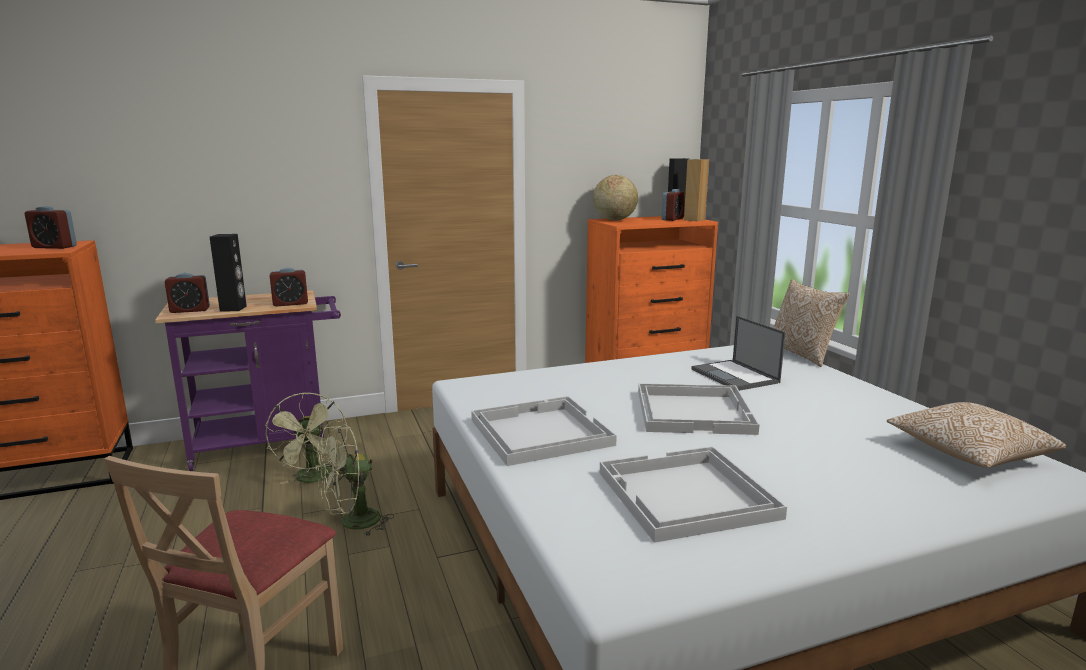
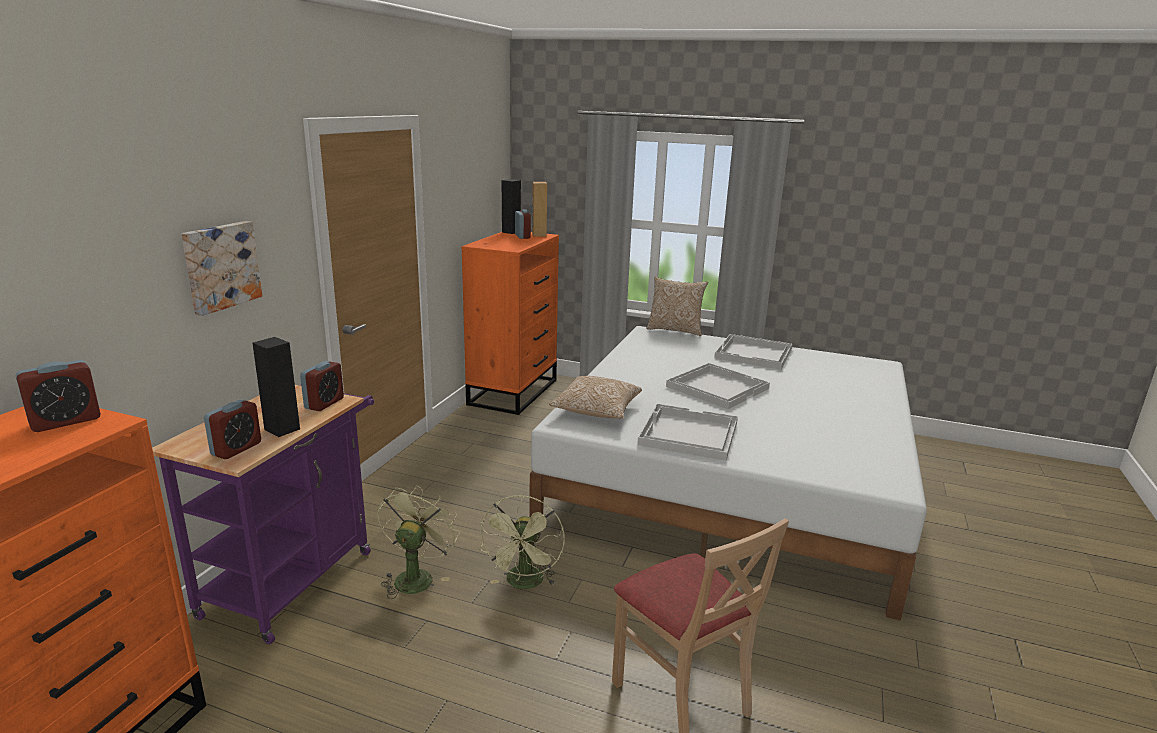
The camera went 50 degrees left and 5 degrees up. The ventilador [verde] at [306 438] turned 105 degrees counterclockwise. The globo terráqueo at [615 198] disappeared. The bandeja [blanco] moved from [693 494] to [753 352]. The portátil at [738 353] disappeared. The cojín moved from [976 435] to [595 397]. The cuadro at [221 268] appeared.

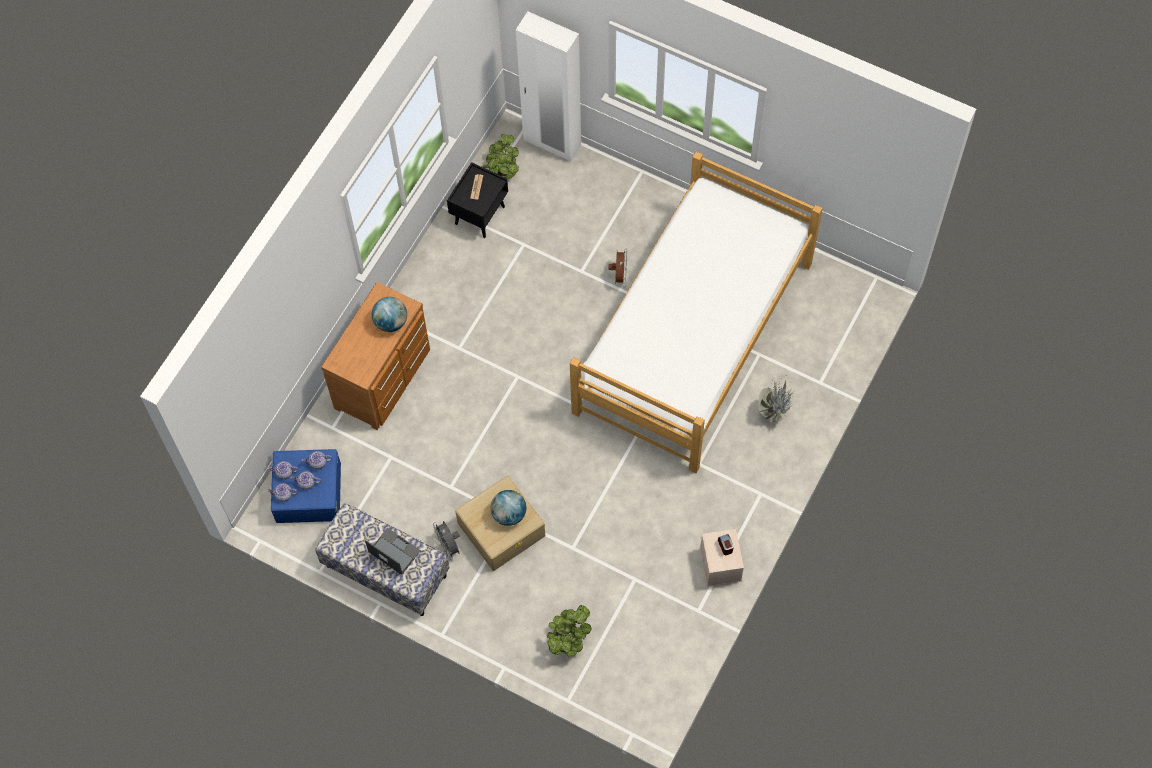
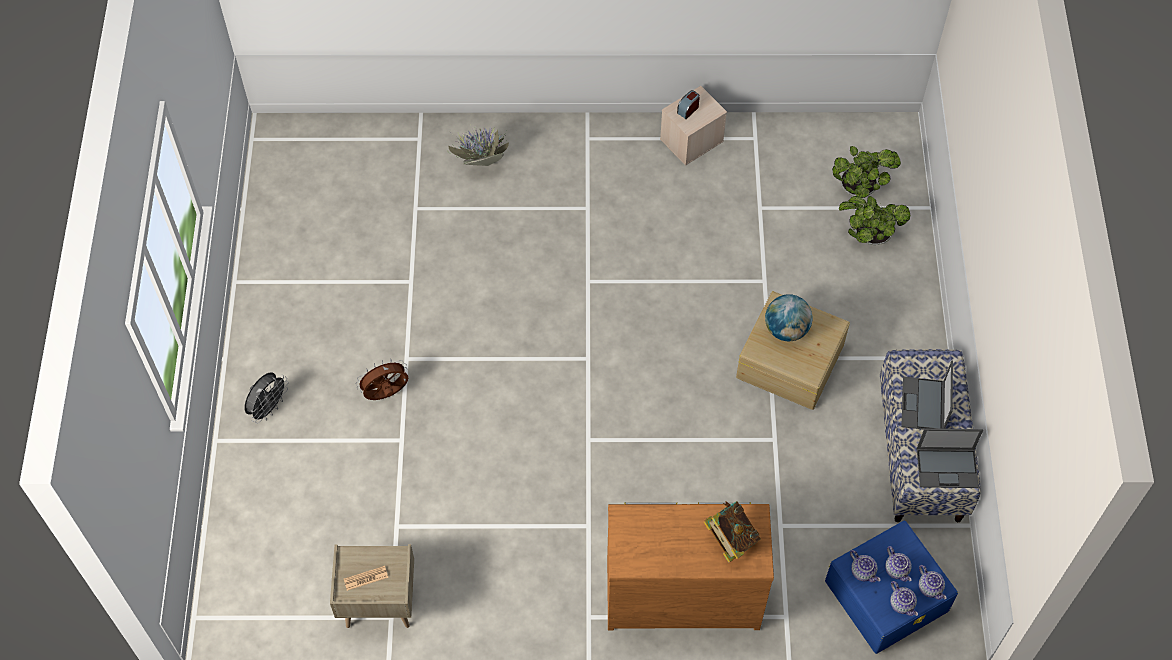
The camera went 120 degrees left and 5 degrees down. The globo terráqueo at [389 314] disappeared. The ventilador [gris] moved from [446 540] to [266 398]. The mesita de noche [negro] at [477 200] became the mesita de noche [beis] at [372 586]. The planta en maceta moved from [501 156] to [866 172]. The armario ropero [blanco] at [548 86] disappeared. The cama at [696 313] disappeared. The libro at [732 532] appeared. The portátil at [950 458] appeared.

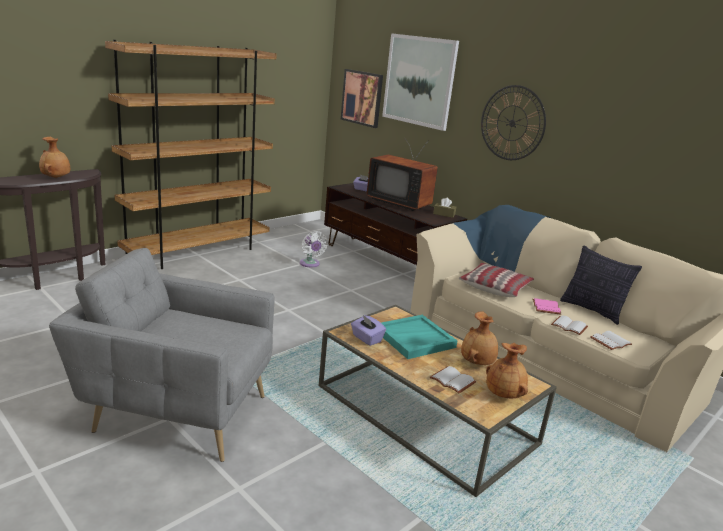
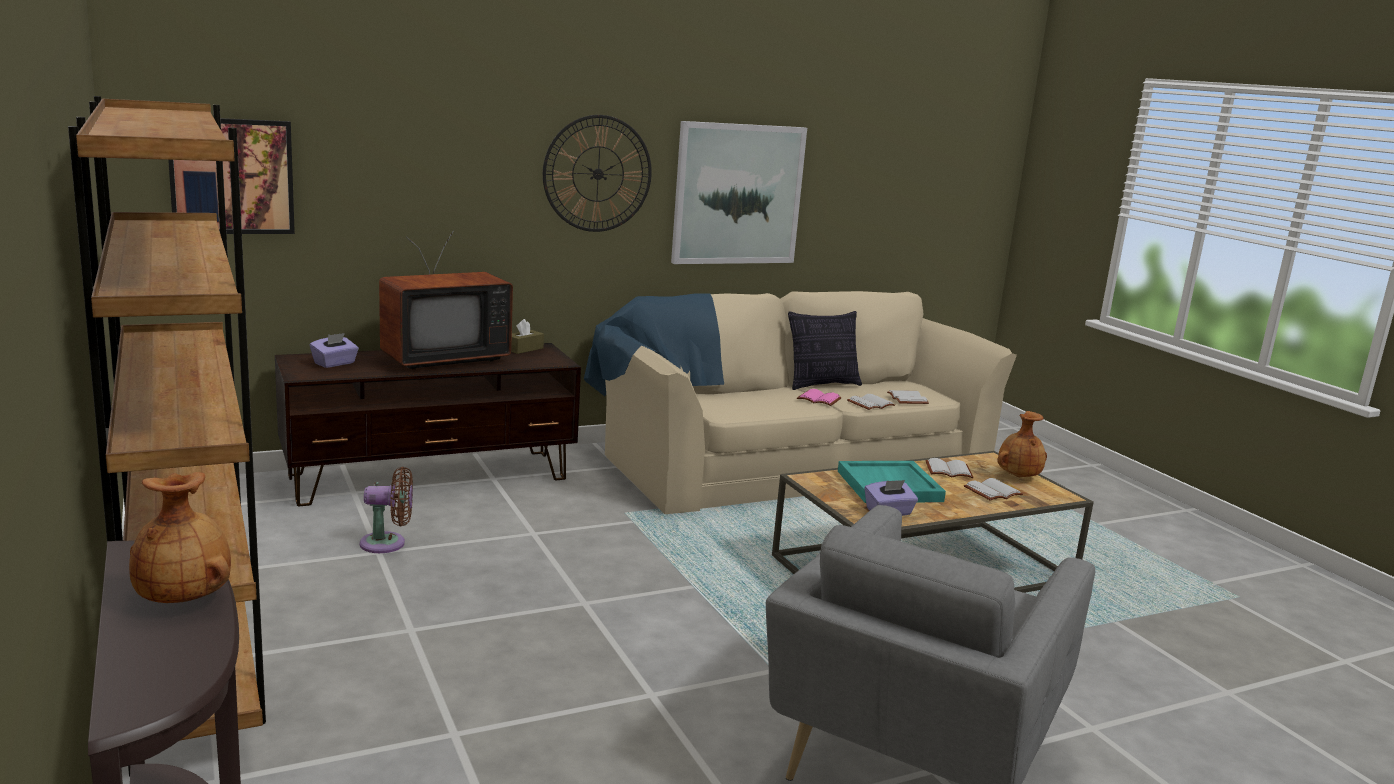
The camera went 70 degrees left and 5 degrees down. The ventilador [blanco] at [314 249] became the ventilador [marrón] at [386 510]. The cuadro moved from [420 82] to [739 192]. The cojín at [496 280] disappeared. The florero [marrón] at [479 338] was replaced by the libro [blanco] at [949 468].

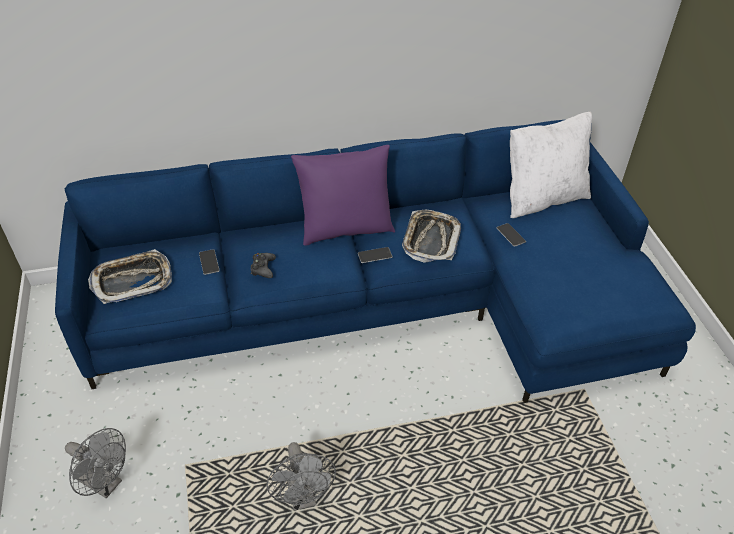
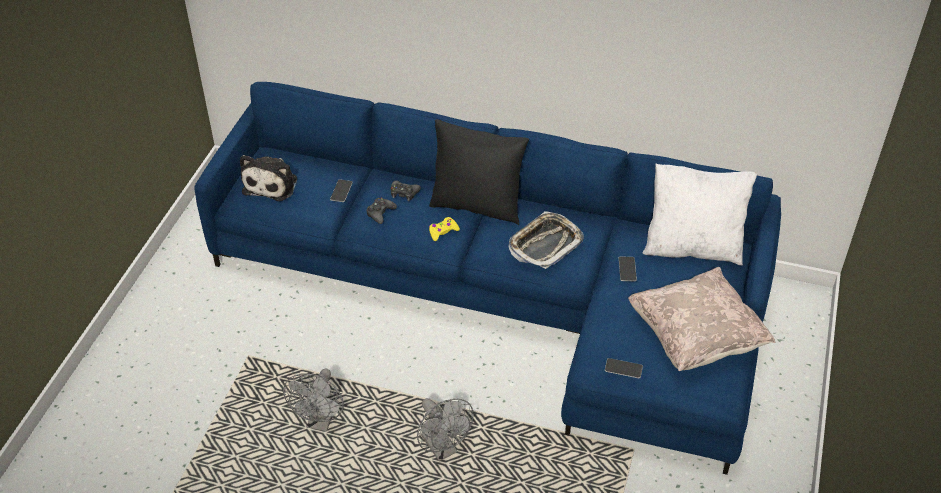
The camera went 30 degrees right and 0 degrees up. The ventilador [gris] moved from [95 463] to [445 429]. The bandeja at [130 276] was replaced by the peluche at [268 178]. The cojín [morado] at [343 195] became the cojín [negro] at [479 172]. The móvil moved from [375 255] to [624 368]. The mando de consola [negro] at [406 190] appeared. The mando de consola [amarillo] at [444 229] appeared. The cojín [beis] at [701 319] appeared.

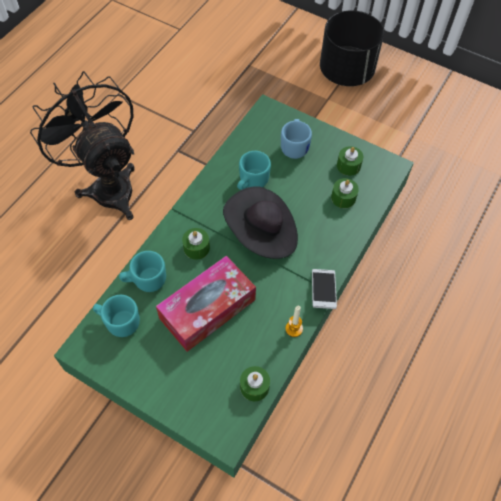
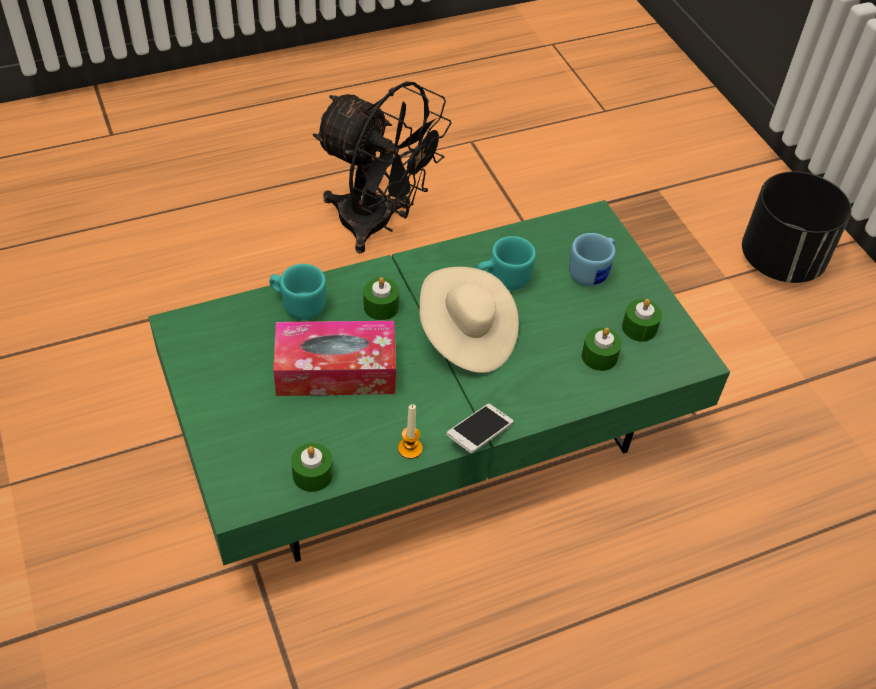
The camera went 35 degrees right and 10 degrees down. The ventilador [negro] at [82 145] turned 120 degrees clockwise. The taza grande [turquesa] at [116 316] disappeared. The sombrero [negro] at [260 222] became the sombrero [beis] at [469 320].

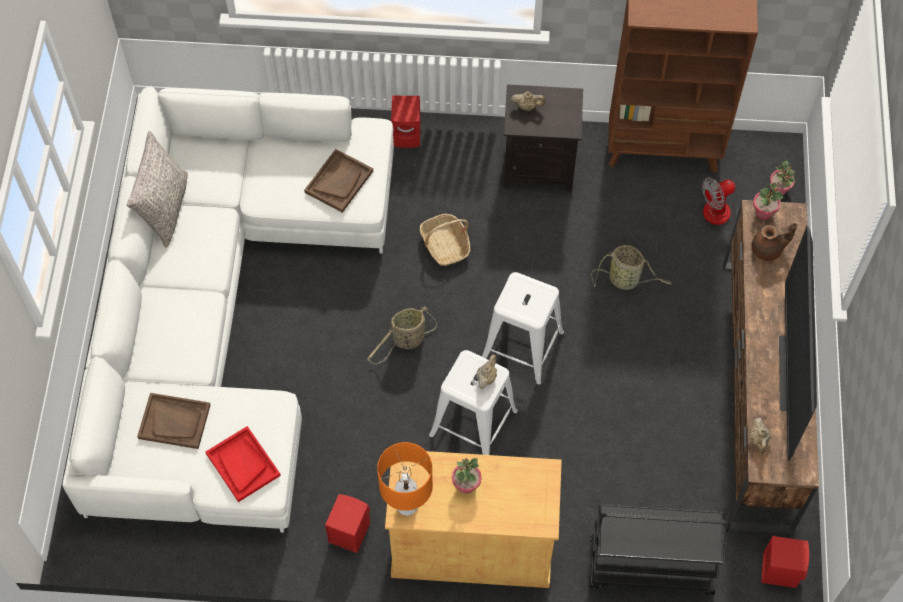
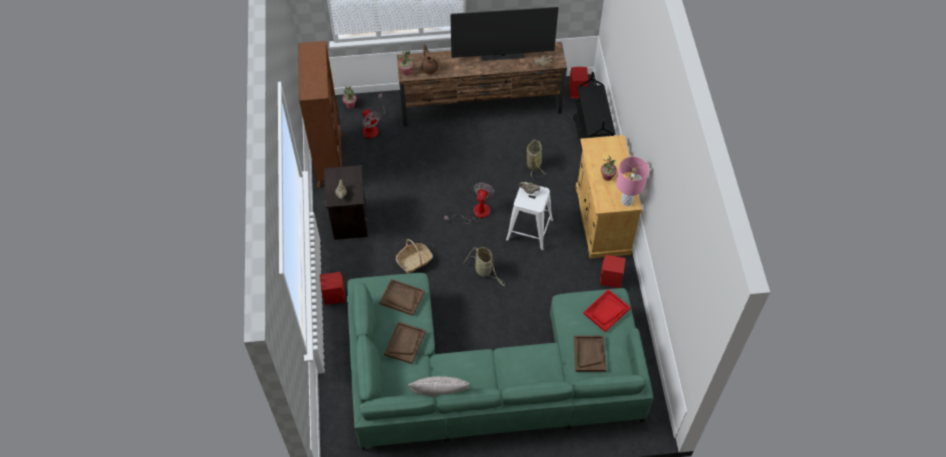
The camera went 100 degrees left and 5 degrees down. The sofá [blanco] at [228 309] became the sofá [verde] at [500 361]. The lámpara de mesa [naranja] at [405 479] became the lámpara de mesa [rosa] at [632 181]. The taburete [blanco] at [523 328] was replaced by the ventilador at [469 203]. The cesta moved from [631 267] to [536 158]. The bandeja [marrón] at [405 343] appeared.

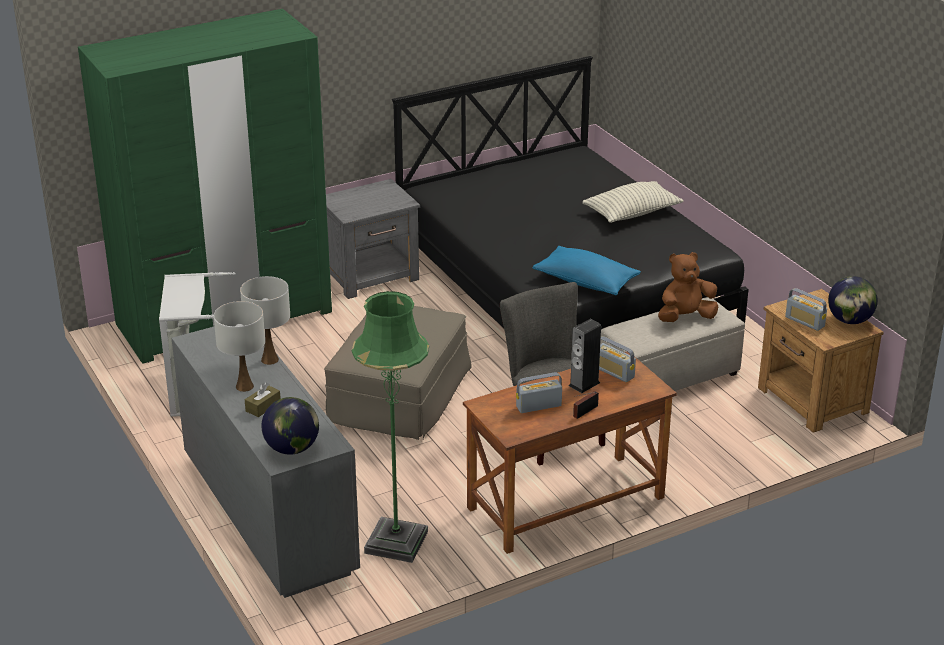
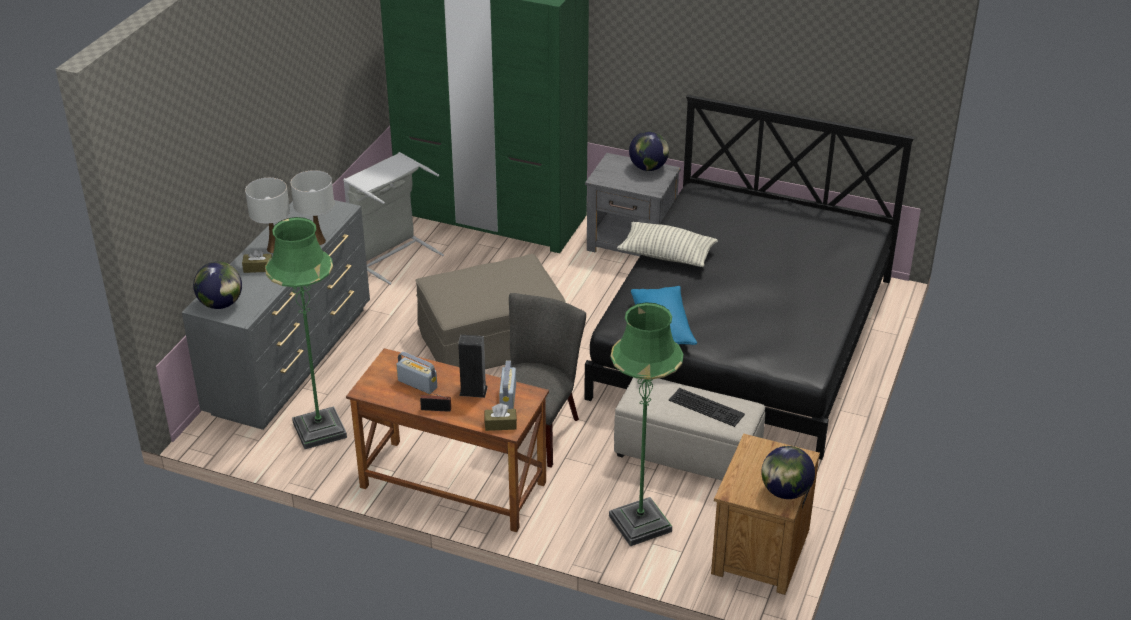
The camera went 50 degrees right and 5 degrees up. The cojín moved from [633 202] to [667 244]. The peluche [marrón] at [688 287] was replaced by the teclado at [707 407]. The radio at [806 309] disappeared. The caja de pañuelos [marrón] at [500 417] appeared. The lámpara de pie [verde] at [646 424] appeared. The globo terráqueo at [649 151] appeared.

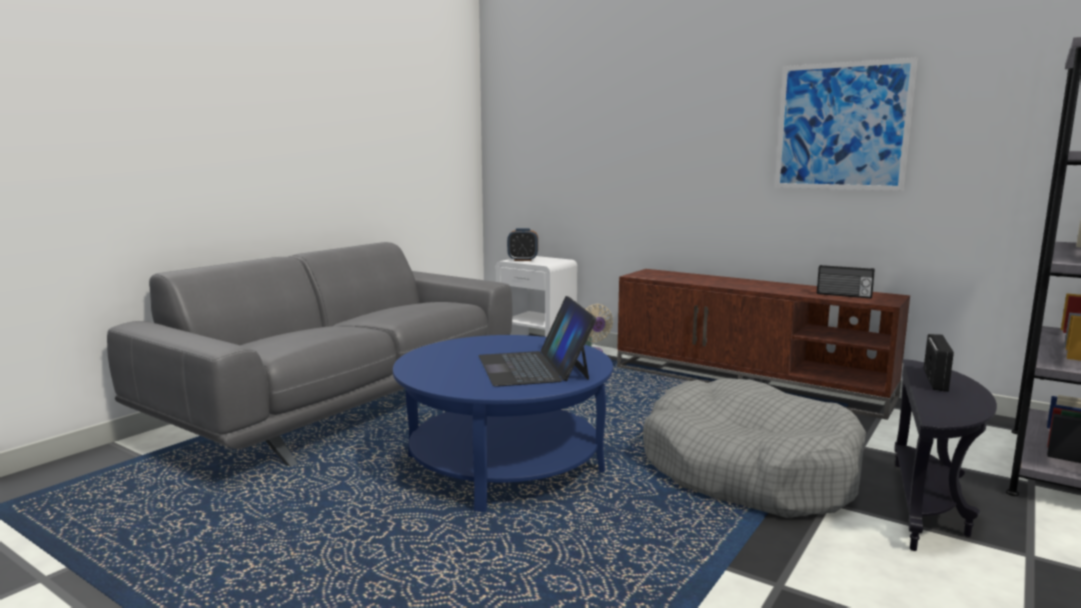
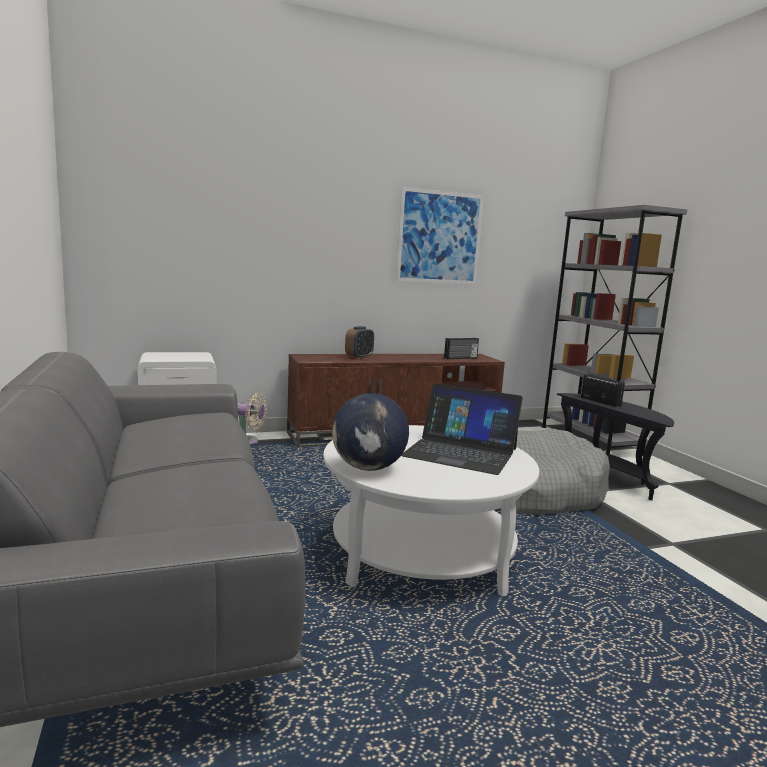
The camera went 55 degrees left and 0 degrees up. The mesa de centro [azul] at [503 423] became the mesa de centro [blanco] at [431 510]. The despertador moved from [522 244] to [359 342]. The globo terráqueo at [370 432] appeared.

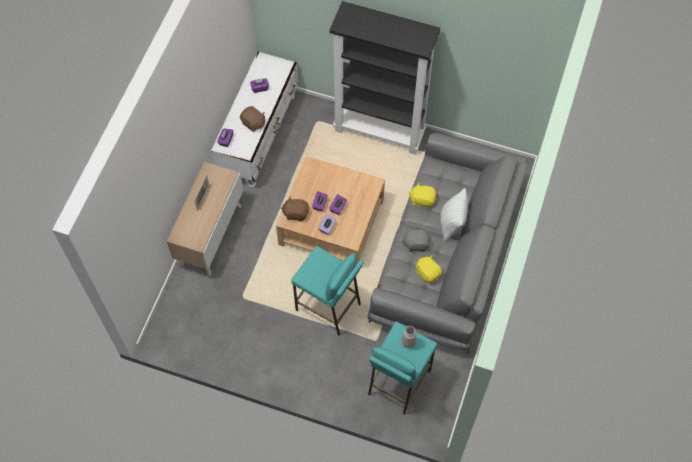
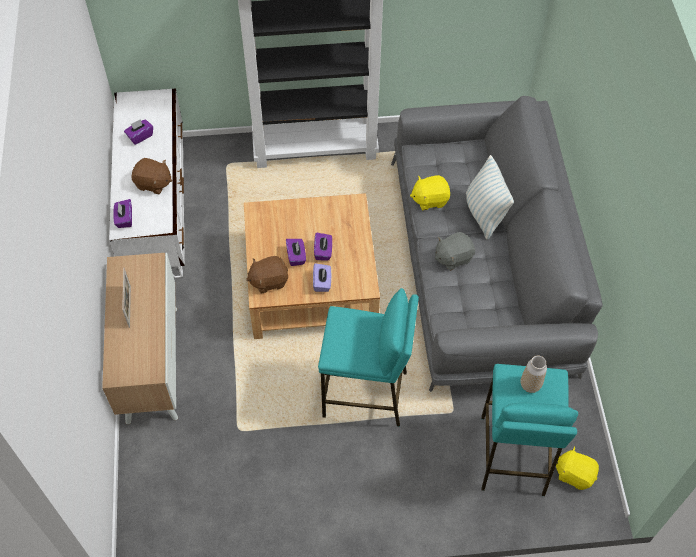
The camera went 25 degrees left and 5 degrees down. The peluche [amarillo] moved from [428 269] to [577 468].

